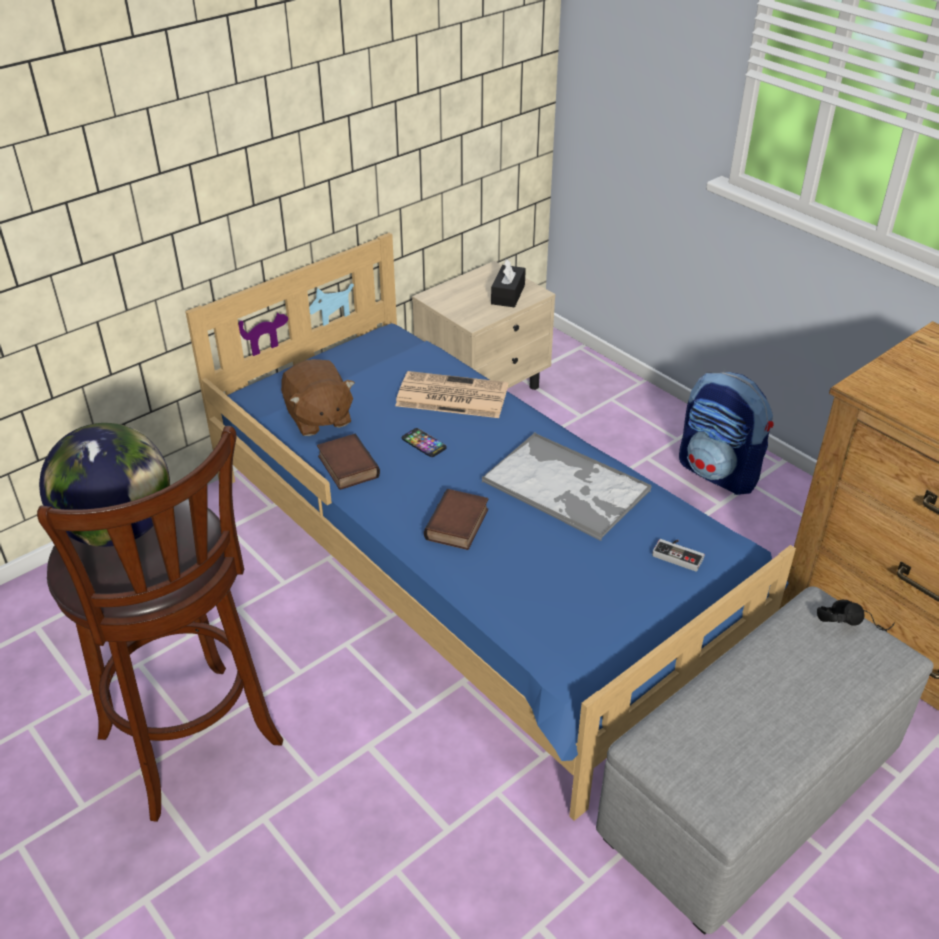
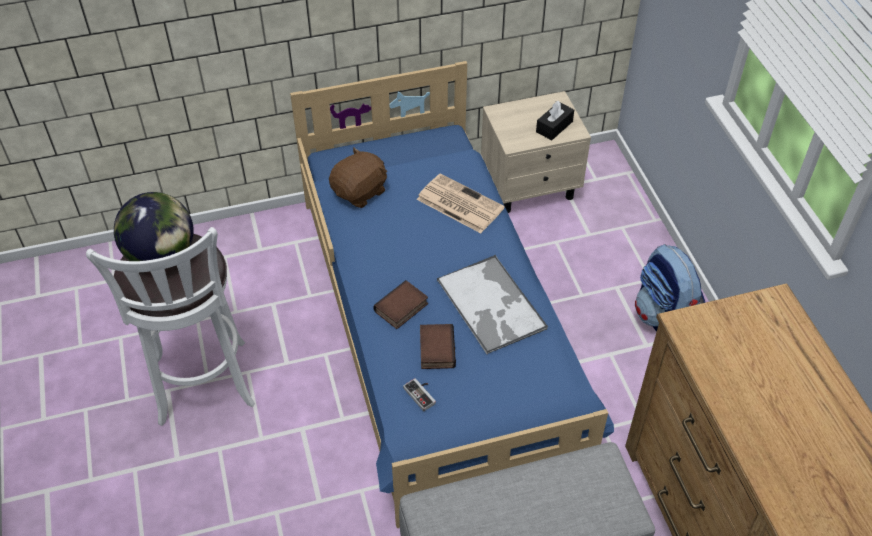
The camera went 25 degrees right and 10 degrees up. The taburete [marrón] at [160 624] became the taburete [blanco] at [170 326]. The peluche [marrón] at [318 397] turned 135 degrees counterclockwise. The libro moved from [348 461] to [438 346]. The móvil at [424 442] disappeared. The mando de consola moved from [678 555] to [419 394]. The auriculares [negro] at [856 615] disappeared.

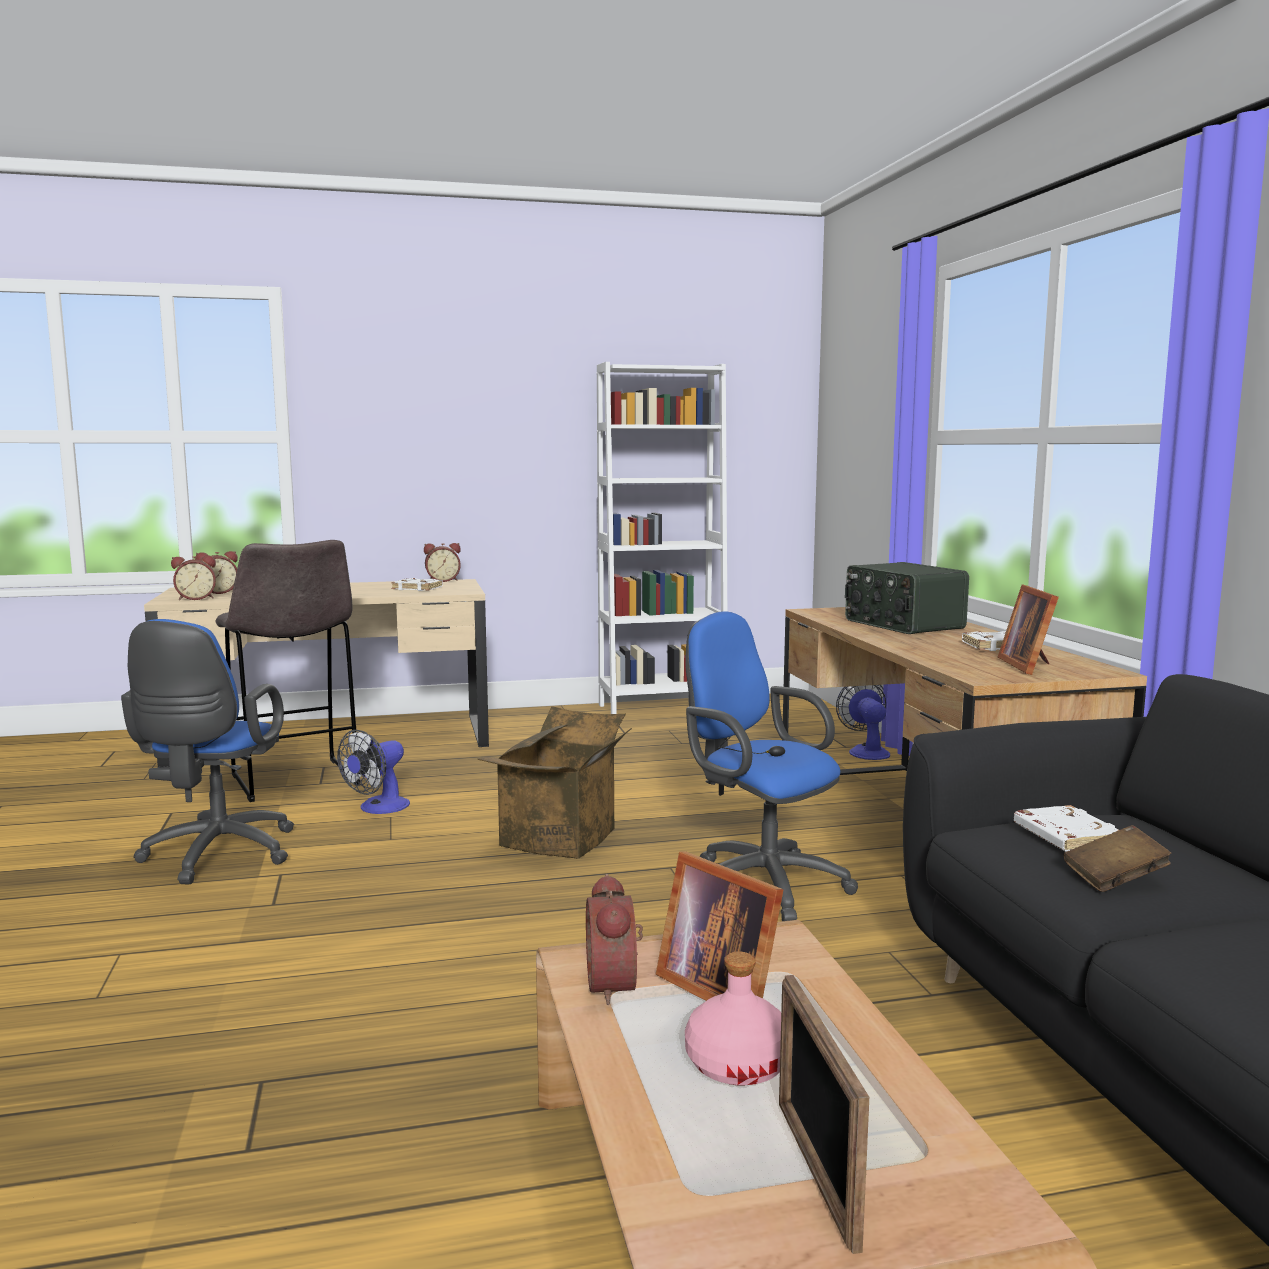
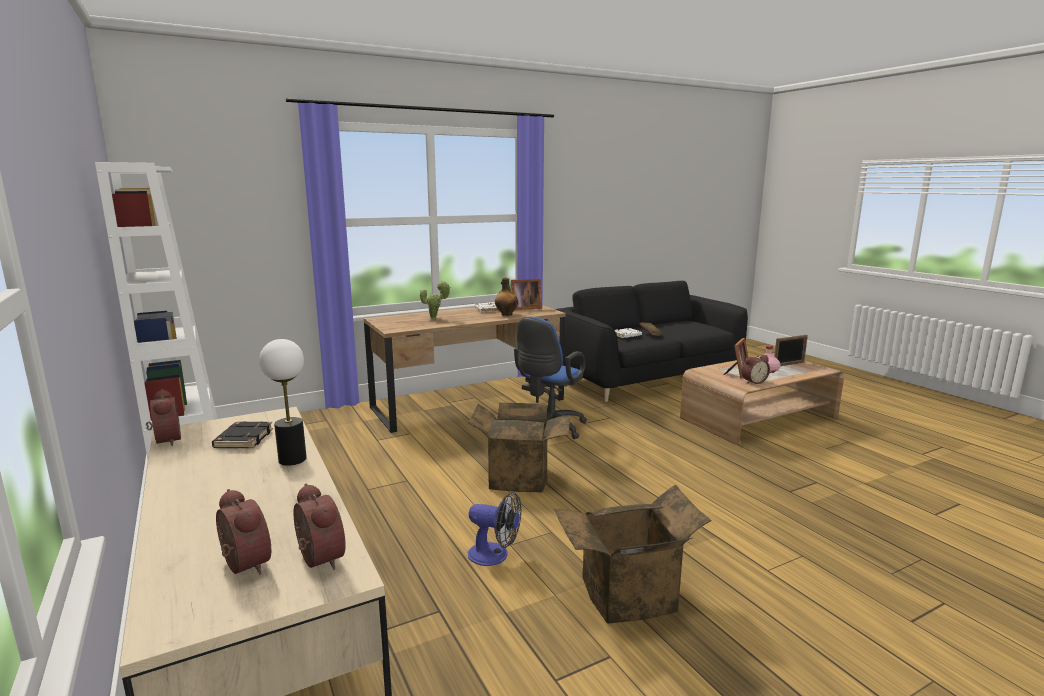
The camera went 105 degrees left and 5 degrees up. The silla de oficina [azul] at [207 751] was replaced by the caja de cartón at [632 553]. The taburete [gris] at [288 671] disappeared. The libro [blanco] at [417 584] became the libro [negro] at [242 434]. The ventilador at [863 722] disappeared. The radio at [907 598] was replaced by the planta en maceta at [435 300]. The lámpara de mesa at [283 402] appeared. The botella at [506 297] appeared.

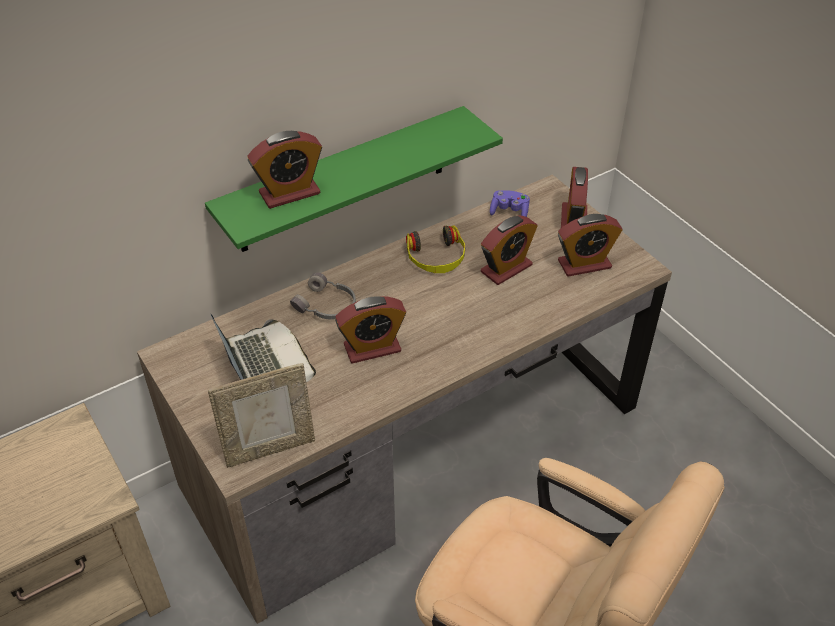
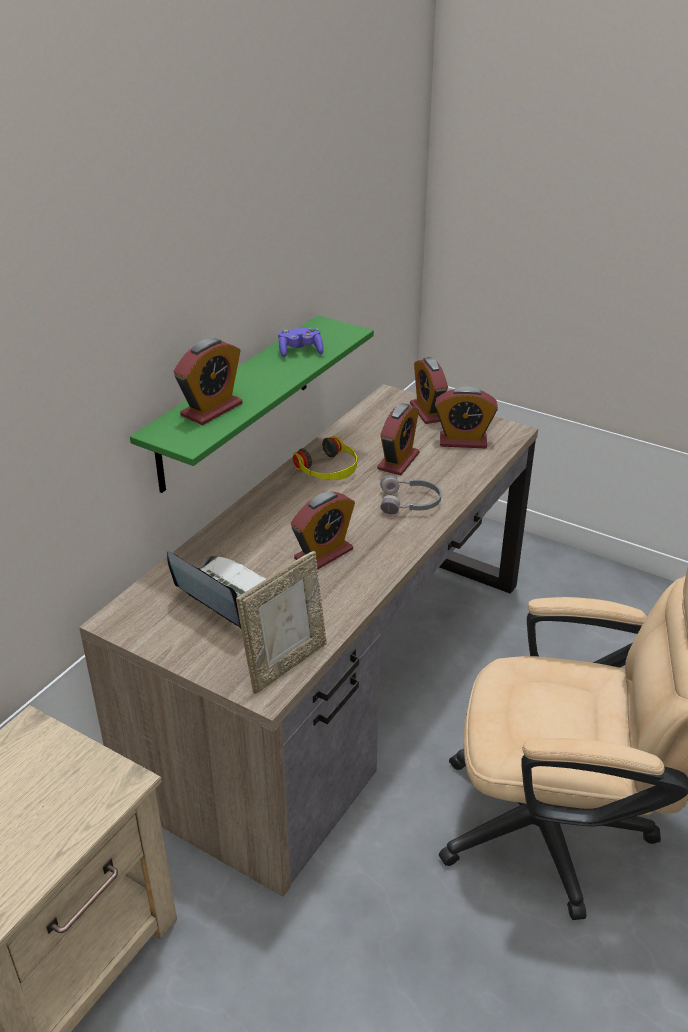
The camera went 25 degrees left and 10 degrees down. The auriculares [gris] moved from [323 296] to [410 494]. The mando de consola [morado] moved from [510 203] to [301 342]. The despertador at [590 245] turned 45 degrees clockwise.

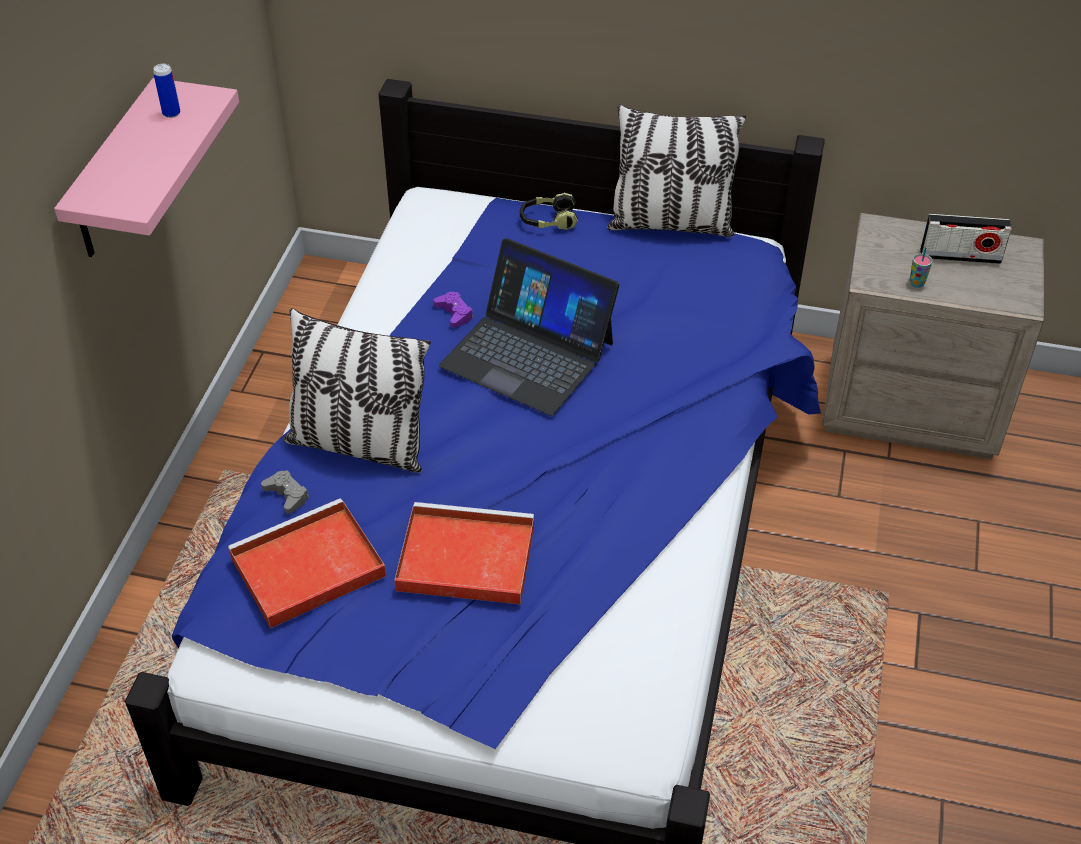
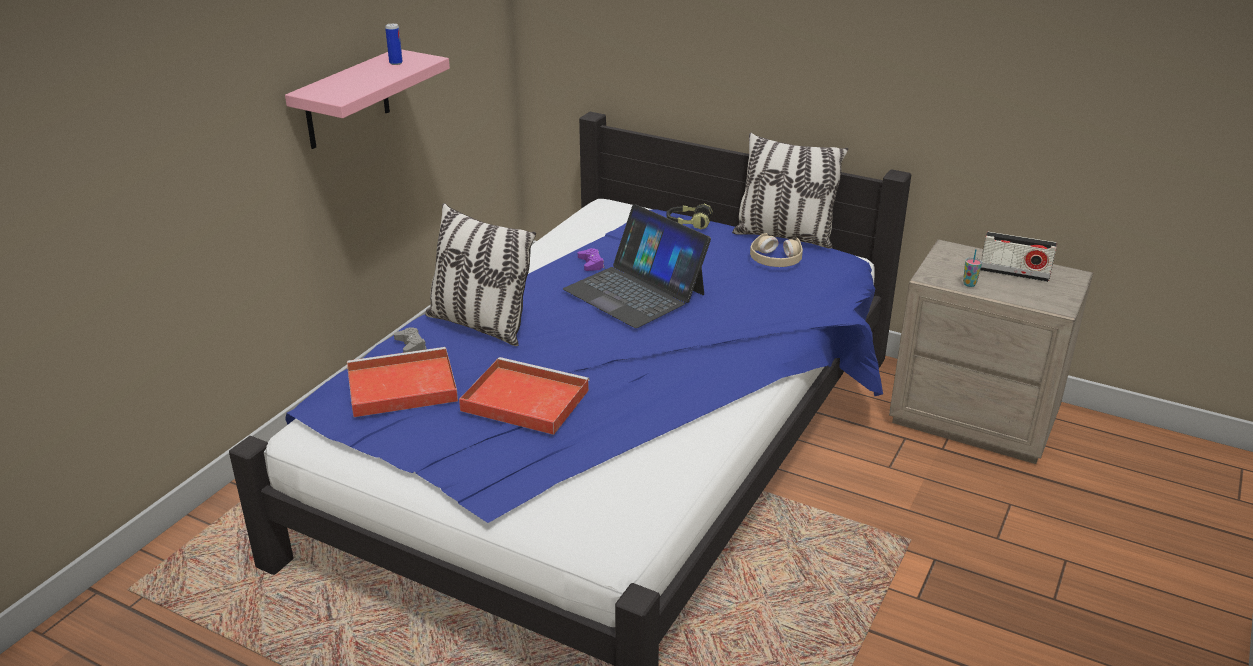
The camera went 15 degrees right and 15 degrees down. The auriculares [beis] at [776 250] appeared.

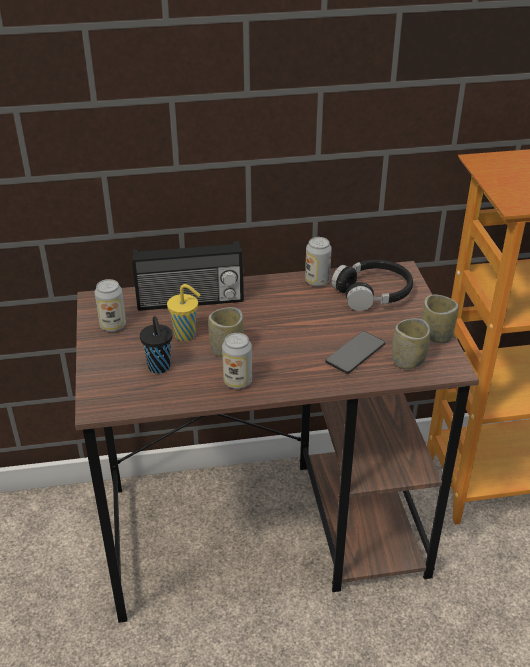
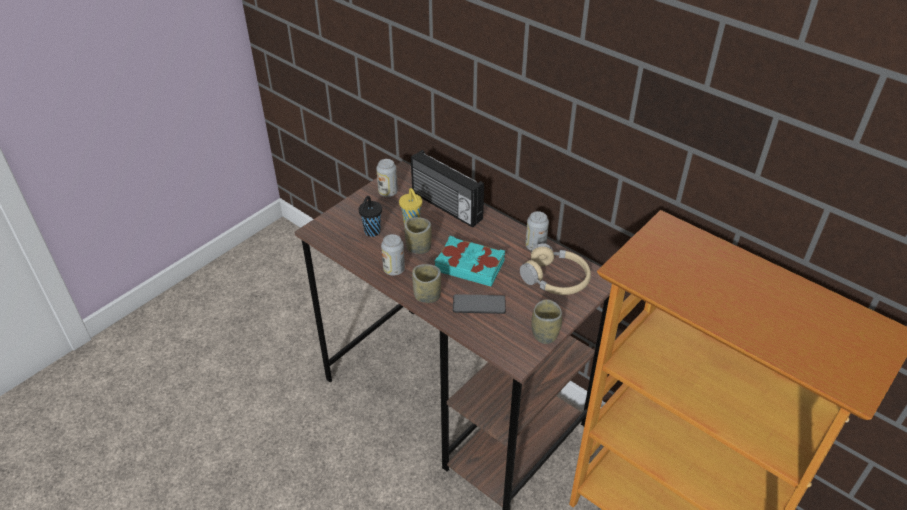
The camera went 50 degrees right and 5 degrees up. The auriculares [negro] at [372 285] became the auriculares [beis] at [555 269]. The taza moved from [411 343] to [426 283]. The libro [turquesa] at [470 261] appeared.

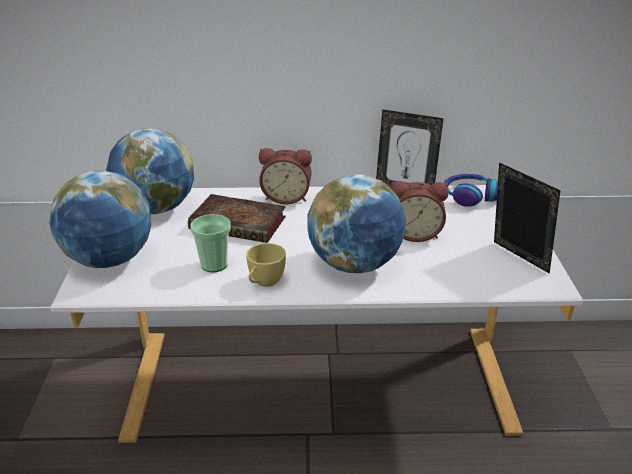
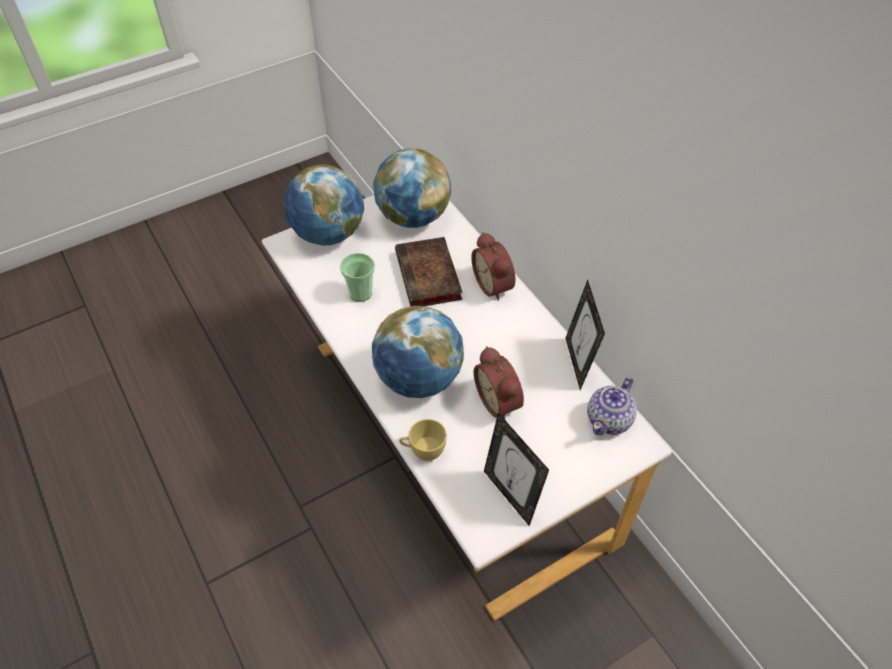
The camera went 60 degrees right and 20 degrees up. The taza [amarillo] moved from [266 265] to [423 440]. The auriculares at [471 190] was replaced by the tetera at [612 406]. The portarretratos at [527 218] turned 120 degrees clockwise.

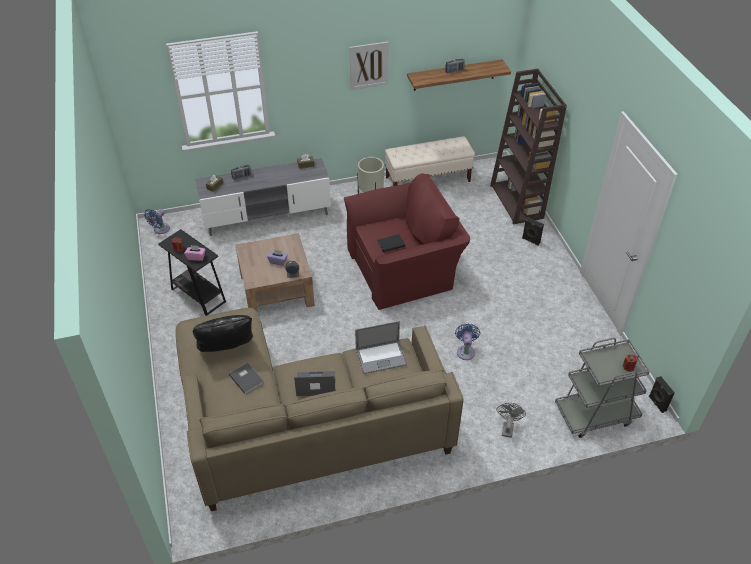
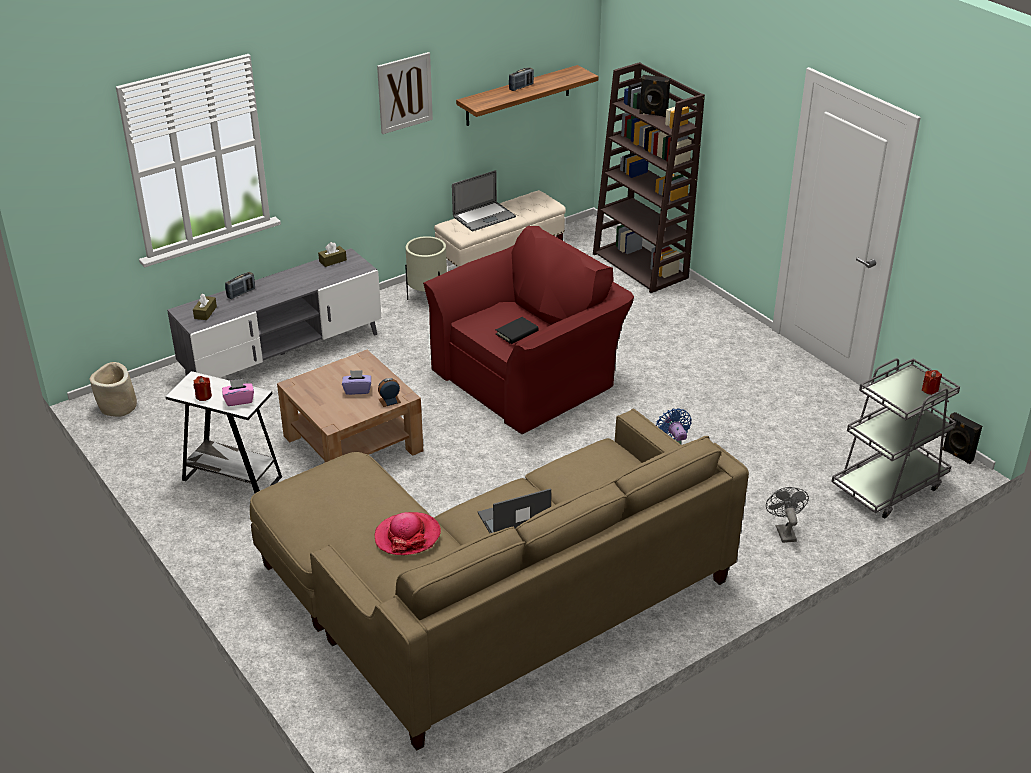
The camera went 20 degrees left and 10 degrees down. The ventilador [azul] at [157 221] was replaced by the maceta [beis] at [113 389]. The mesa auxiliar [negro] at [192 272] became the mesa auxiliar [blanco] at [223 432]. The cojín [negro] at [223 333] disappeared. The libro [gris] at [246 378] was replaced by the sombrero at [408 533]. The portátil moved from [381 347] to [484 200]. The altavoz [negro] moved from [533 231] to [654 96].

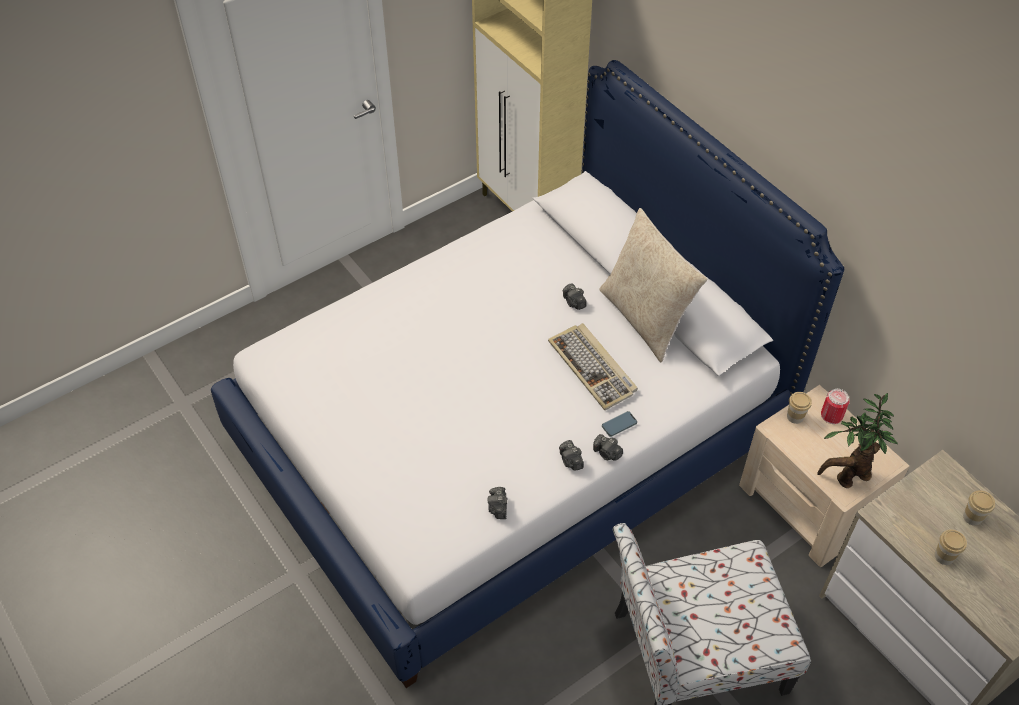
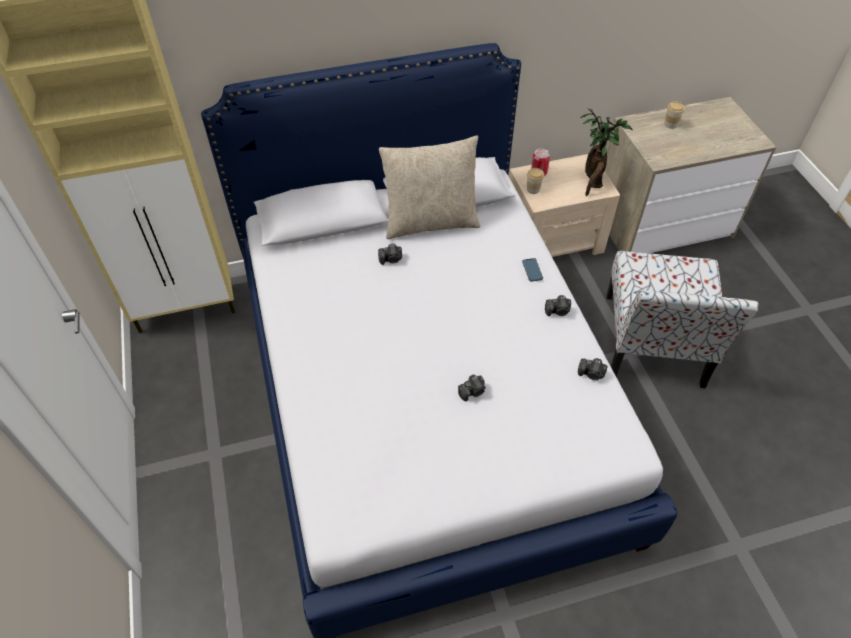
The camera went 70 degrees left and 0 degrees up. The teclado at [593 366] disappeared. The cámara moved from [608 447] to [472 387]. The taza at [951 547] disappeared.

